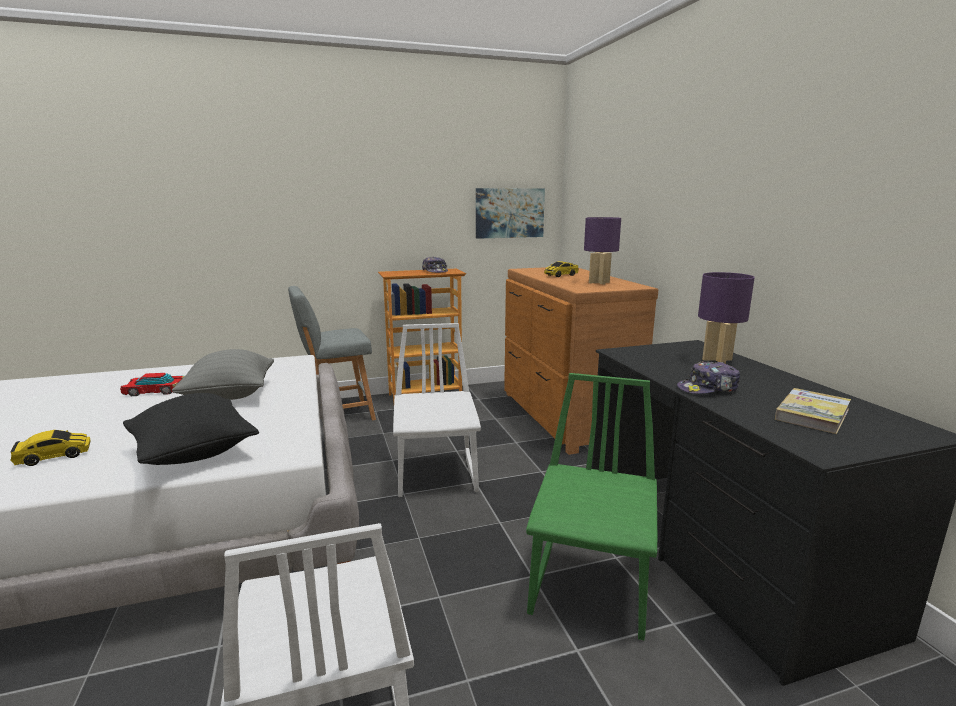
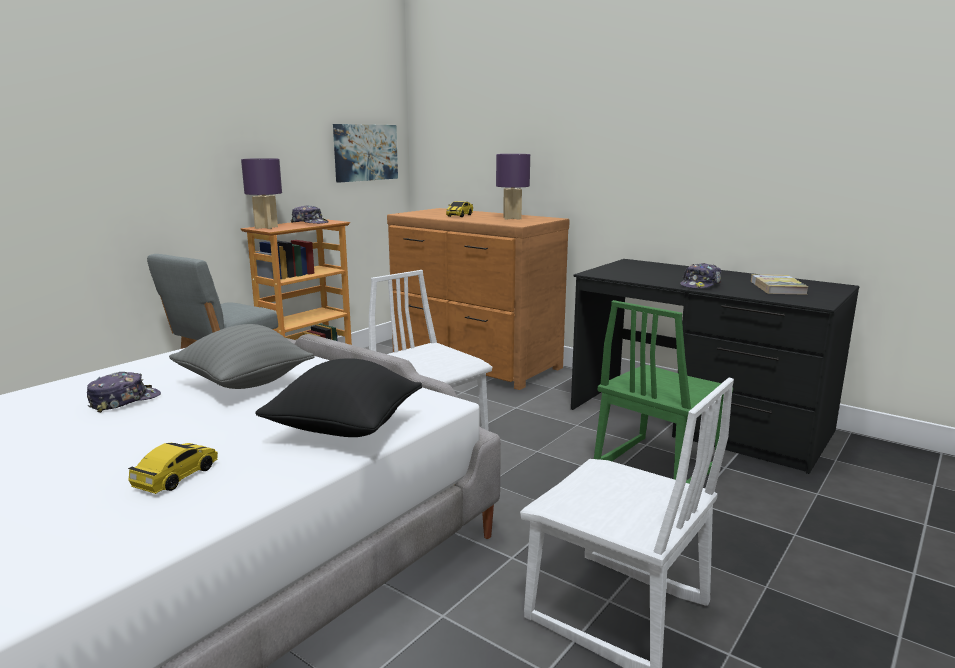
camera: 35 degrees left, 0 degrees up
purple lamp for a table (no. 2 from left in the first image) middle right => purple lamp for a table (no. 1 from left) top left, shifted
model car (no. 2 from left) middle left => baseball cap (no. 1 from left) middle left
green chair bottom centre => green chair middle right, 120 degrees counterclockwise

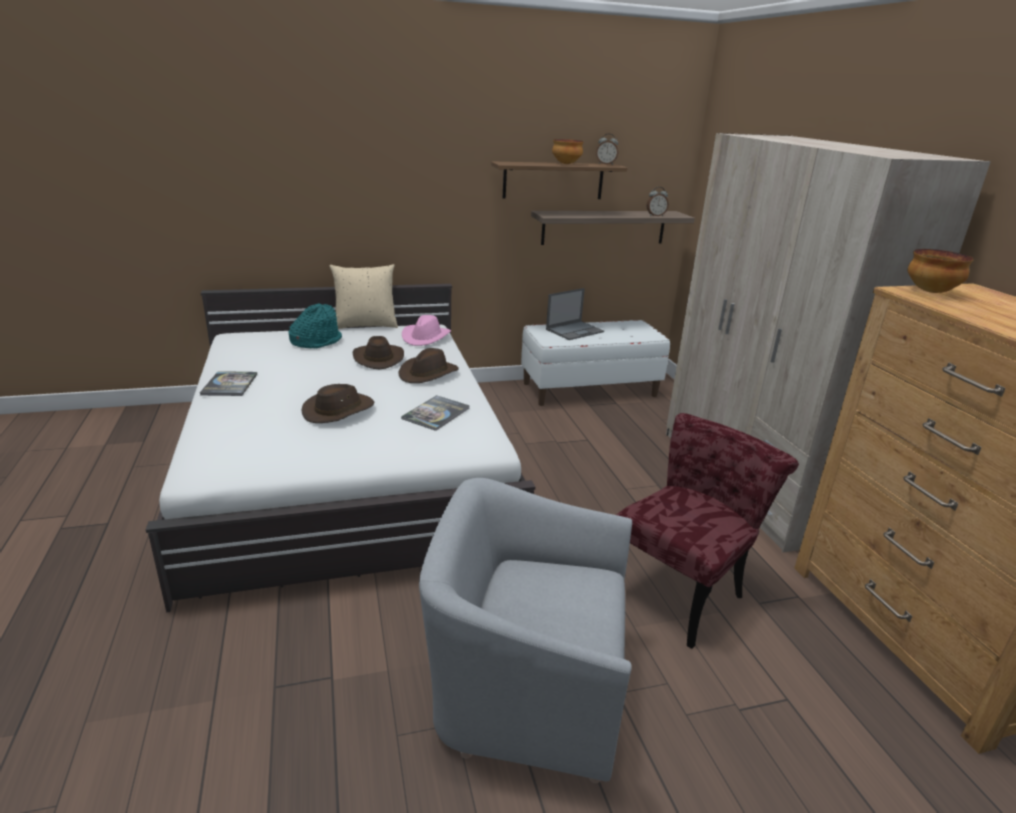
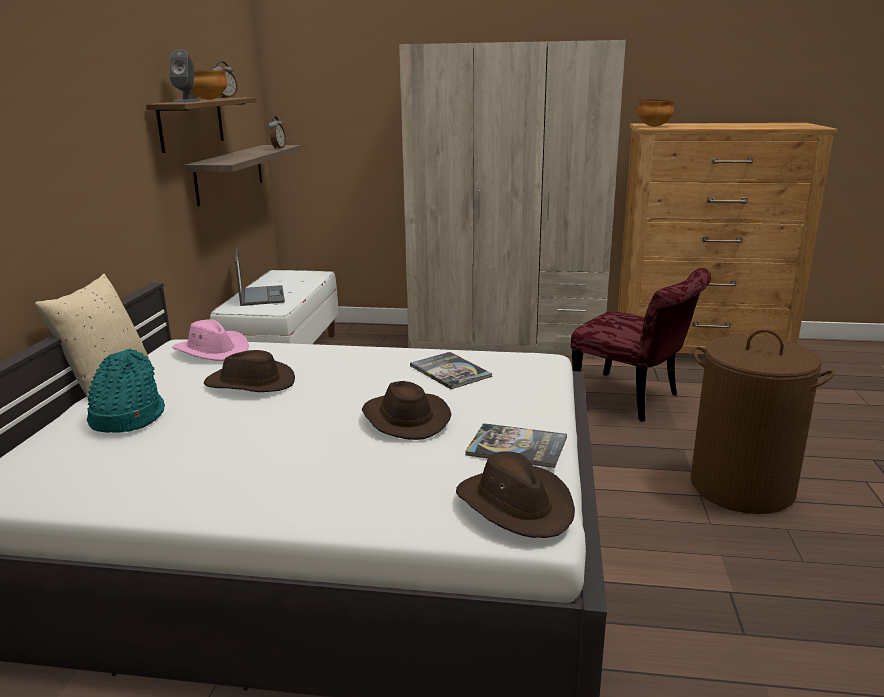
camera: 65 degrees left, 5 degrees down
brownish clothing hat (no. 3 from left) centre => brownish clothing hat (no. 3 from left) bottom centre, shifted
book (no. 1 from left in the first image) middle left => book (no. 2 from left) centre, shifted
red chair middle right, 150 degrees clockwise
greyish lounge chair bottom centre => brownish washing basket middle right
nothing => greyish loudspeaker top left

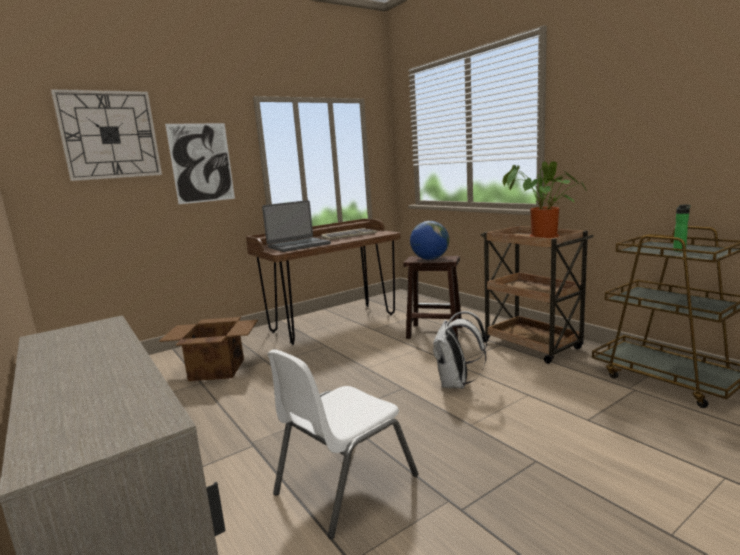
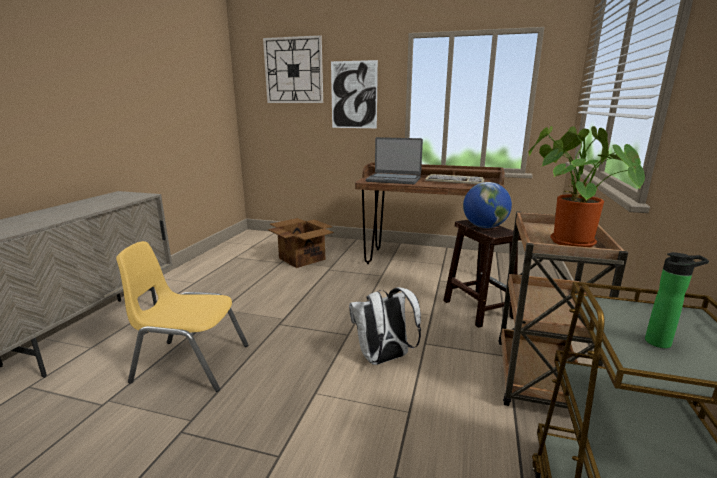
camera: 50 degrees right, 5 degrees up
white-coloured chair bottom centre => yellow-coloured chair middle left

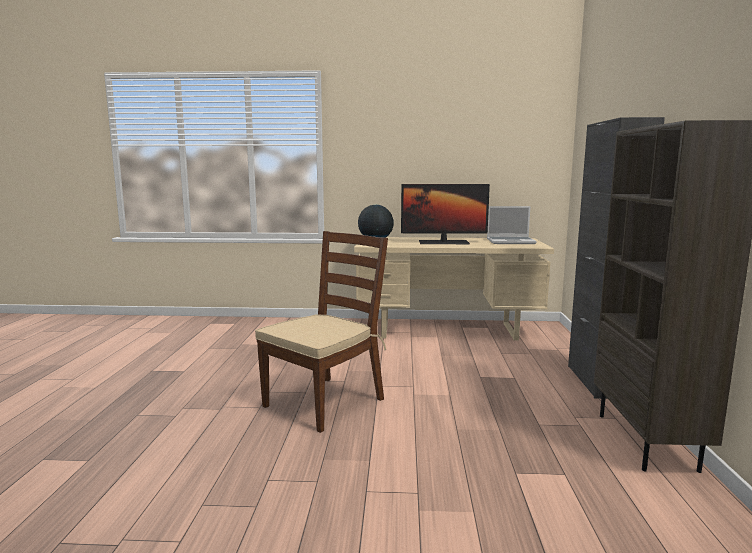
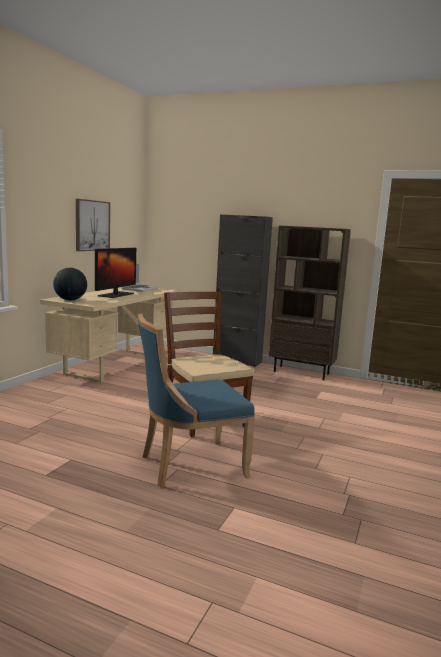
camera: 70 degrees left, 0 degrees up
nothing => wall art middle left
nothing => bluish chair centre

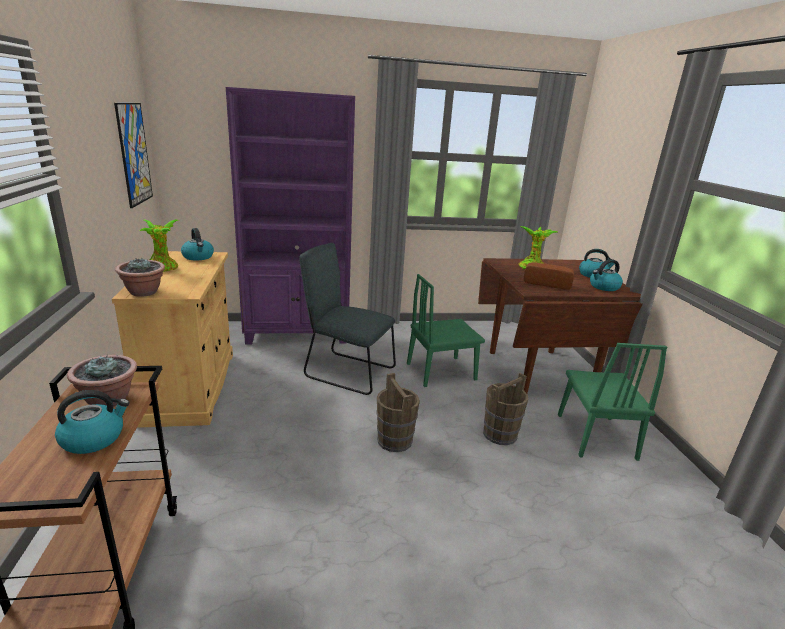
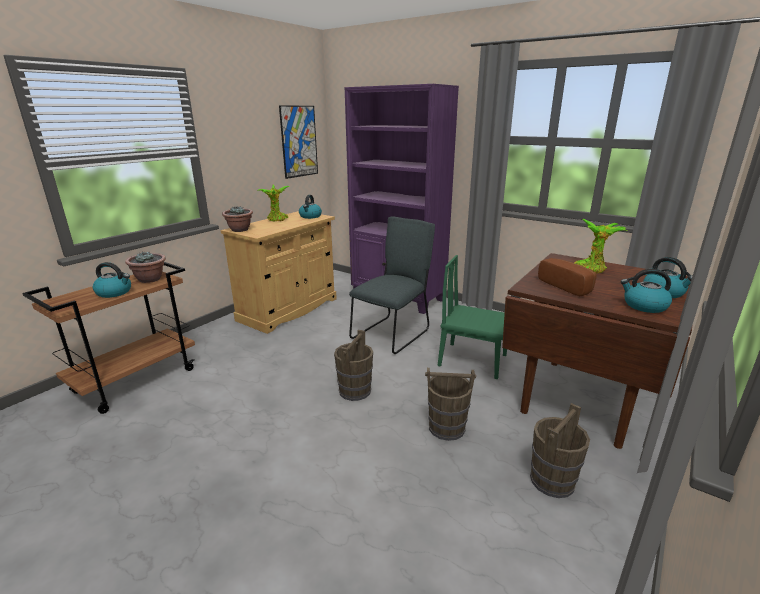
camera: 45 degrees right, 0 degrees up
greyish chair centre, 60 degrees clockwise
green chair (no. 2 from left) middle right => brownish bucket (no. 3 from left) bottom right

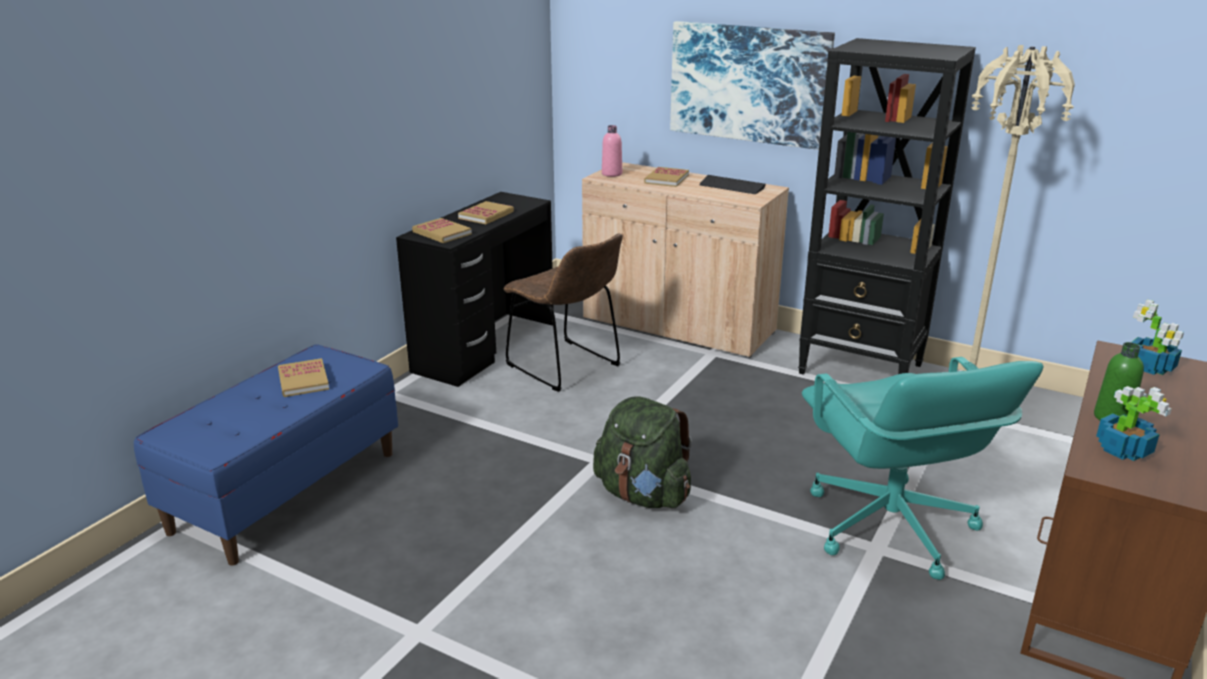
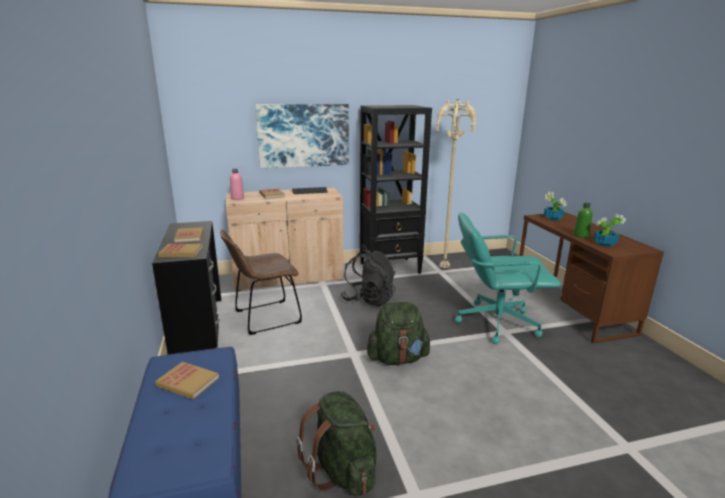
camera: 45 degrees left, 5 degrees down
brownish chair centre, 150 degrees clockwise
turquoise-coloured office chair bottom right => turquoise-coloured office chair middle right, 150 degrees clockwise
nothing => blackish backpack centre
nothing => green backpack (no. 1 from left) bottom centre

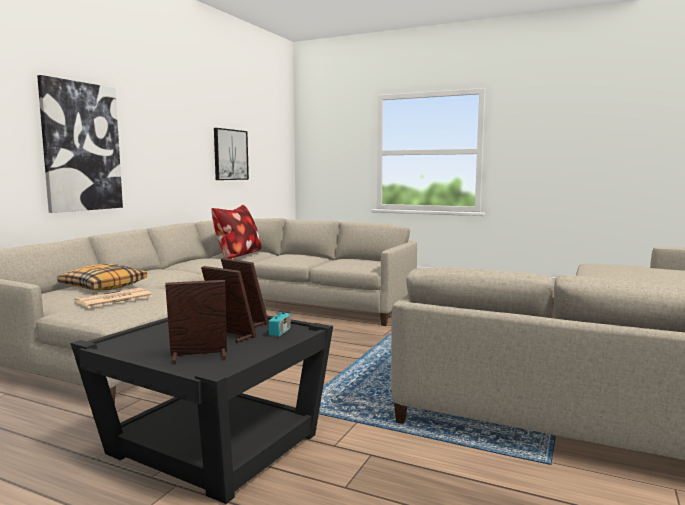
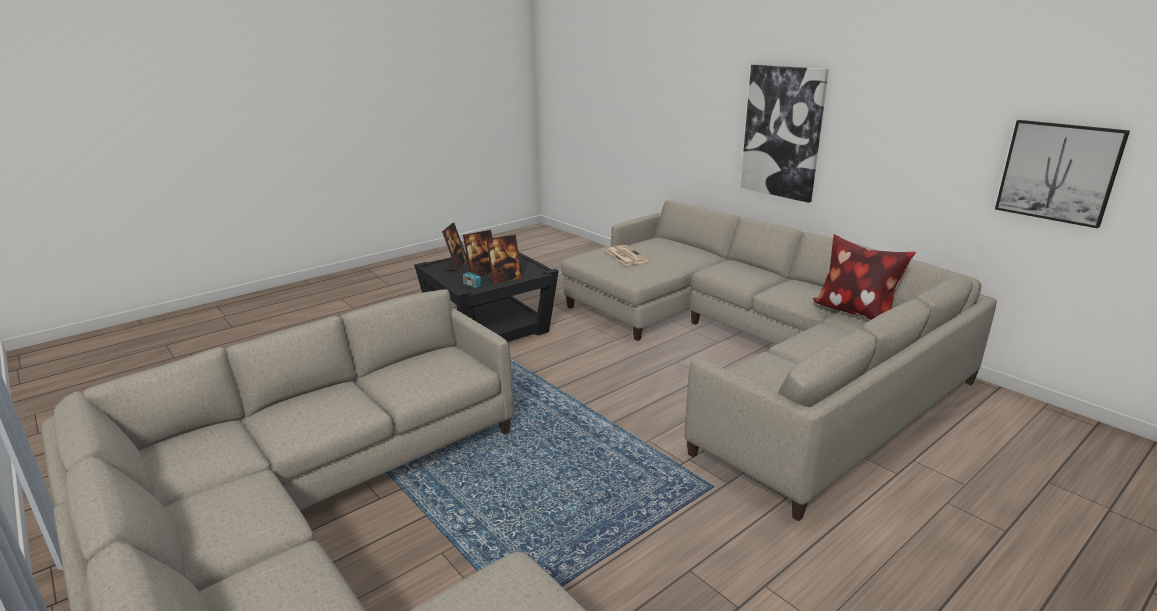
camera: 115 degrees right, 15 degrees up
pillow (no. 1 from left) middle left => nothing

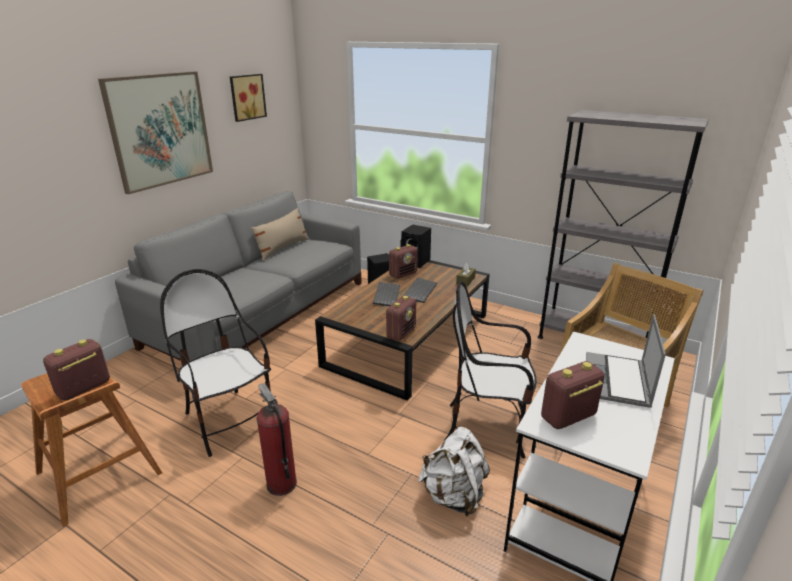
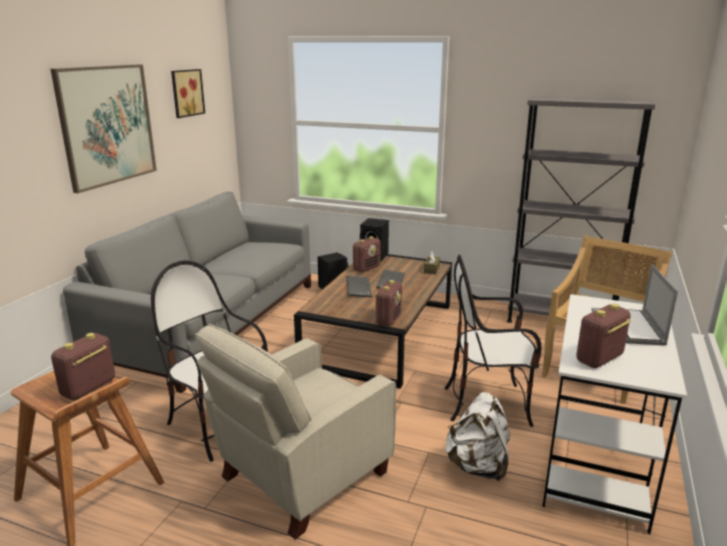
camera: 10 degrees left, 5 degrees down
beige-coloured pillow centre => nothing
fire extinguisher bottom centre => beige-coloured lounge chair bottom centre

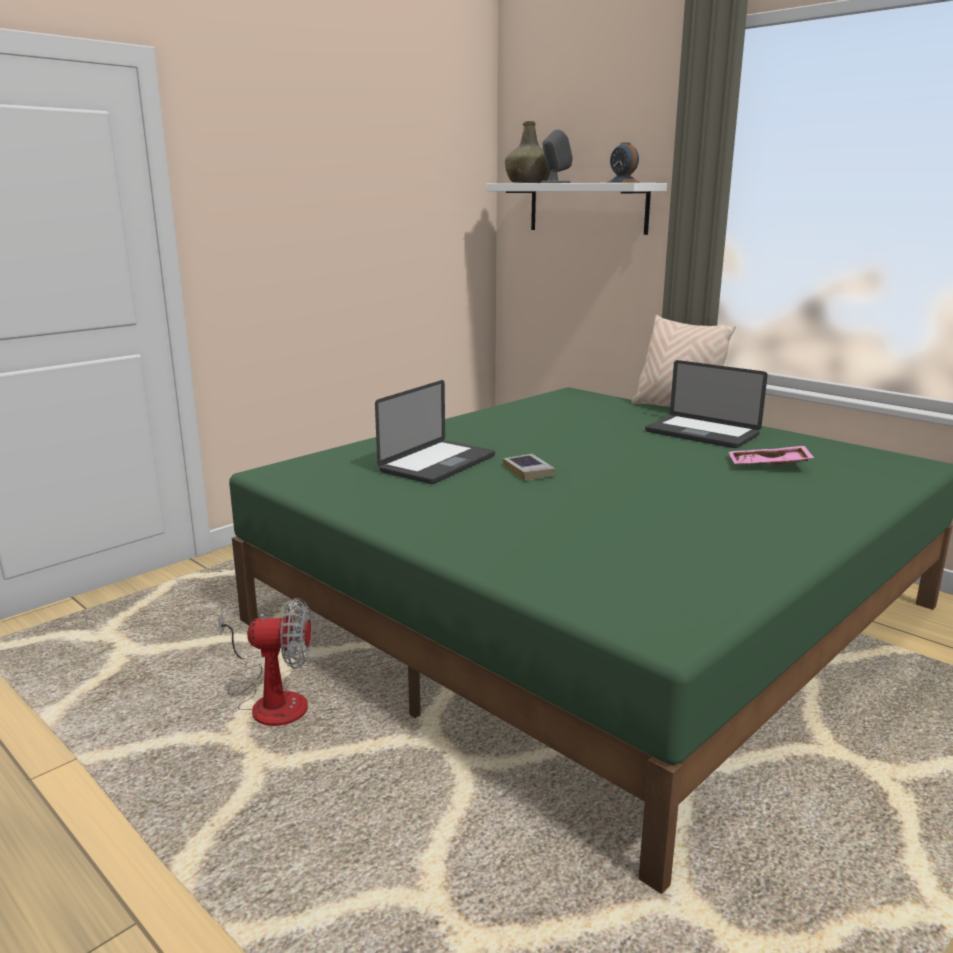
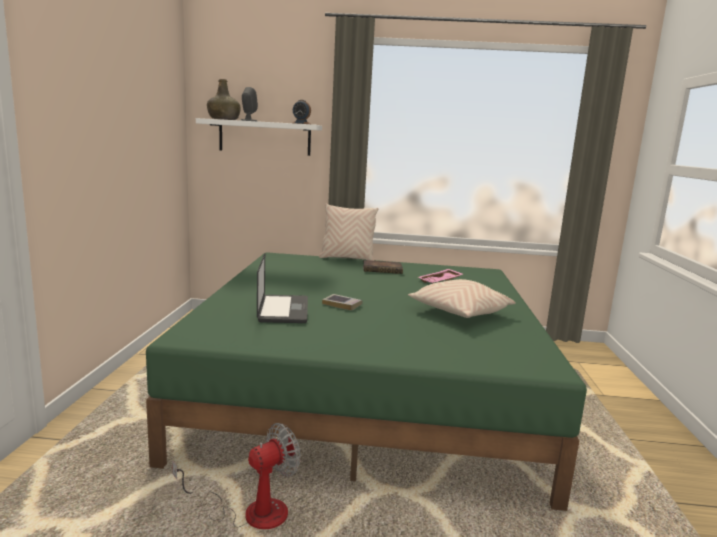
camera: 40 degrees left, 5 degrees down
portable computer (no. 2 from left) middle right => book (no. 2 from left) centre
nothing => beige-coloured pillow (no. 2 from left) centre

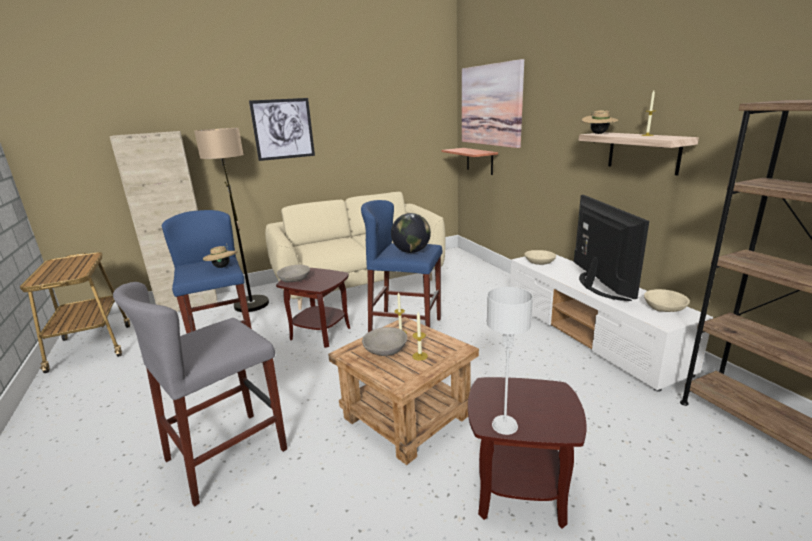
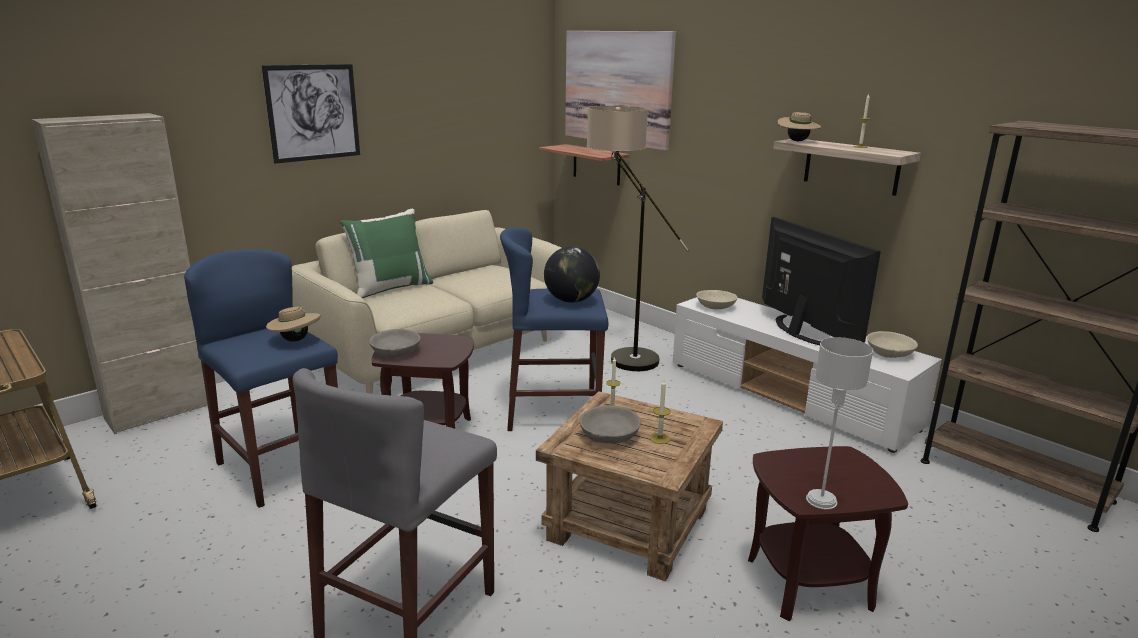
camera: 20 degrees left, 0 degrees up
standing lamp middle left => standing lamp centre, shifted
nothing => green pillow centre

